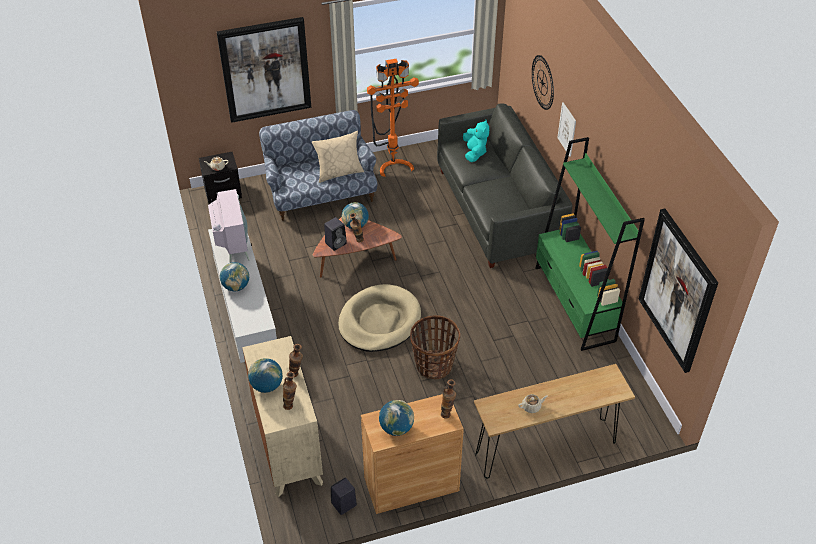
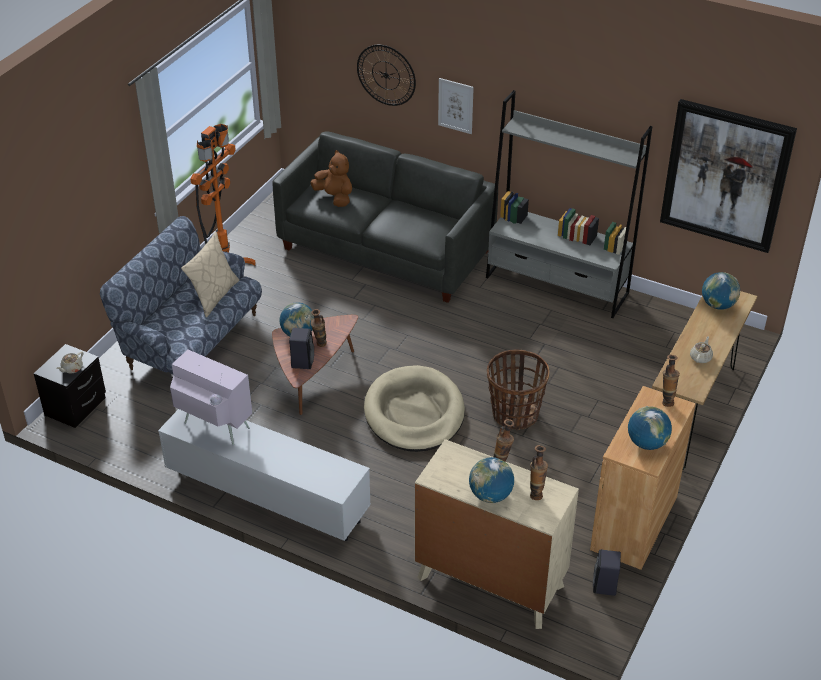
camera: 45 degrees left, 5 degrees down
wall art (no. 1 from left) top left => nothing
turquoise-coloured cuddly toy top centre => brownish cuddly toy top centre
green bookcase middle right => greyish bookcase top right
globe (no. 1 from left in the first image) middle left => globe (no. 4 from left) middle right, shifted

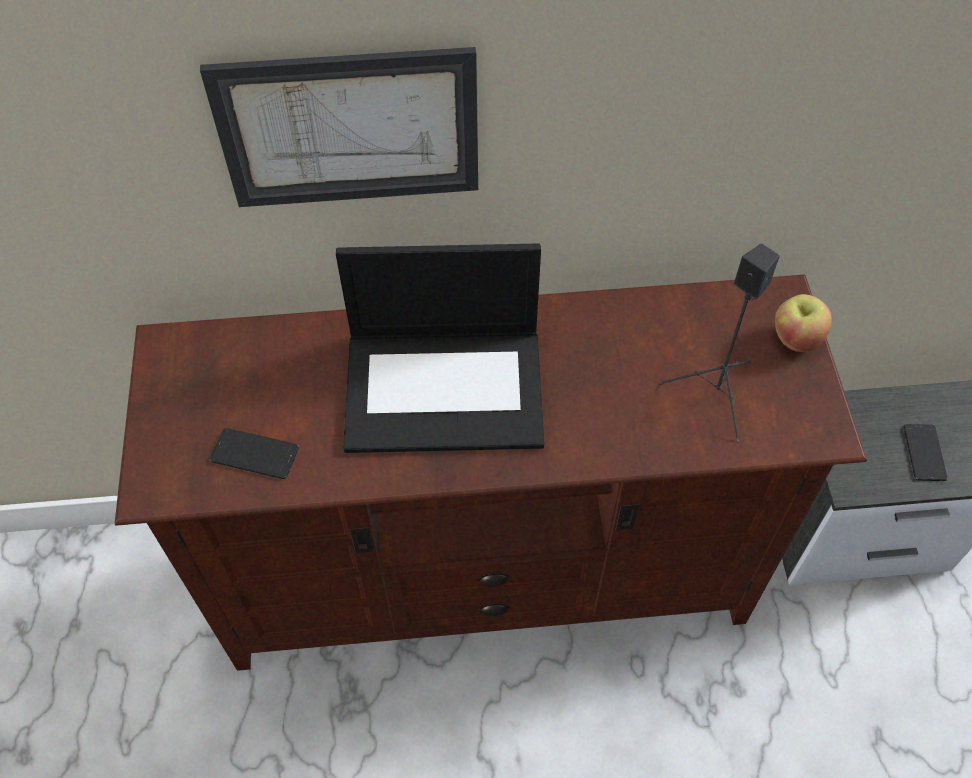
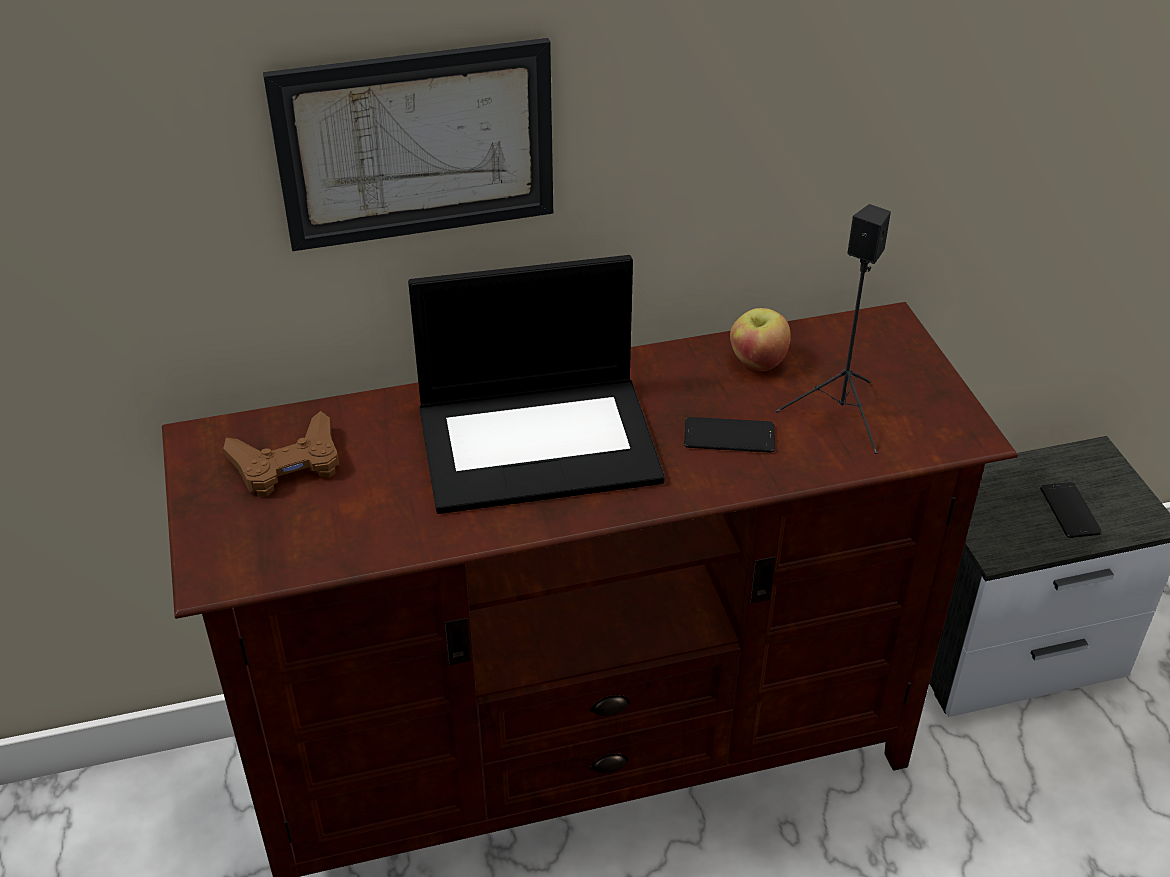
camera: 10 degrees left, 15 degrees down
apple middle right => apple centre, shifted
telephone (no. 1 from left) middle left => telephone (no. 1 from left) centre, shifted
nothing => brownish joypad middle left

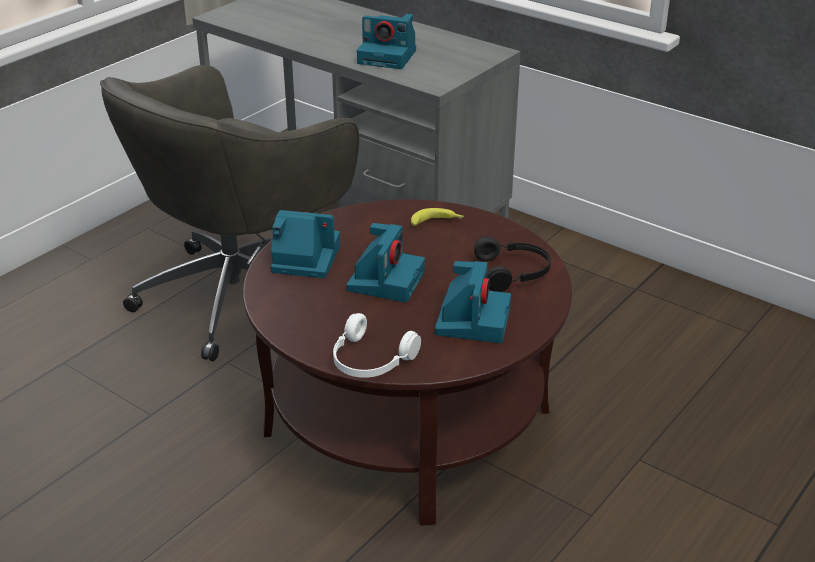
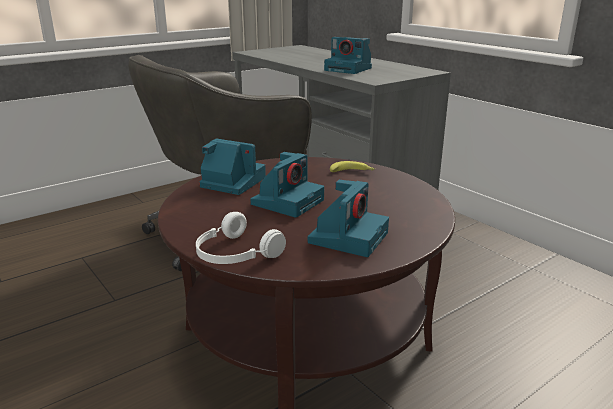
camera: 15 degrees right, 10 degrees down
blackish pair of headphones centre => nothing

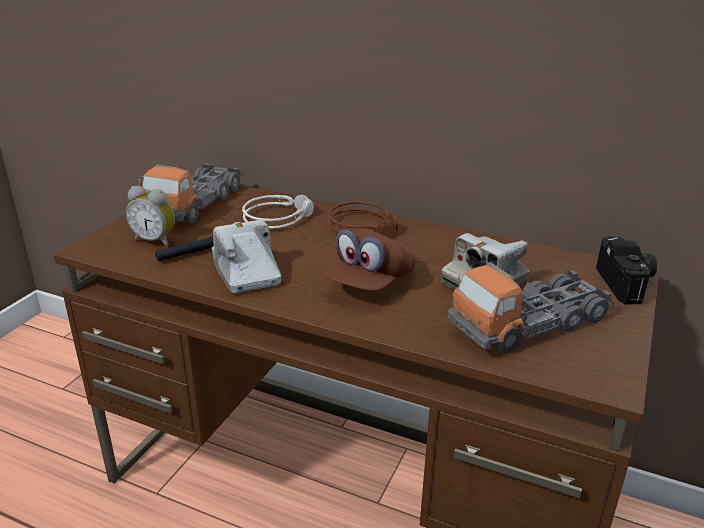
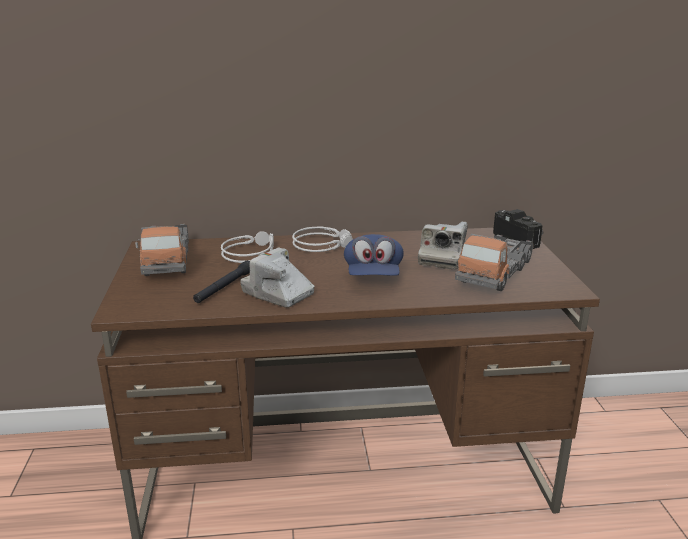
camera: 30 degrees left, 5 degrees down
alarm clock middle left => nothing
brownish pair of headphones centre => greyish pair of headphones (no. 2 from left) centre
brownish baseball cap centre => bluish baseball cap centre

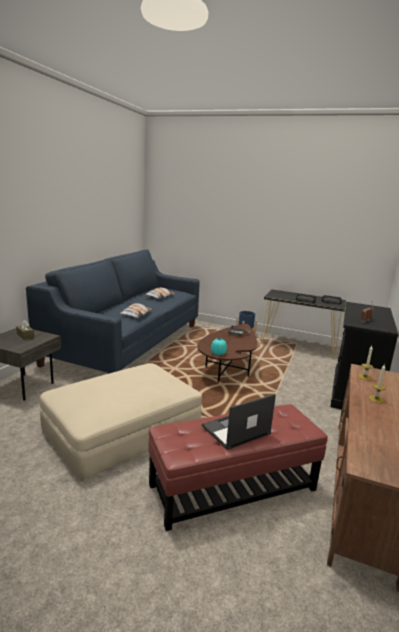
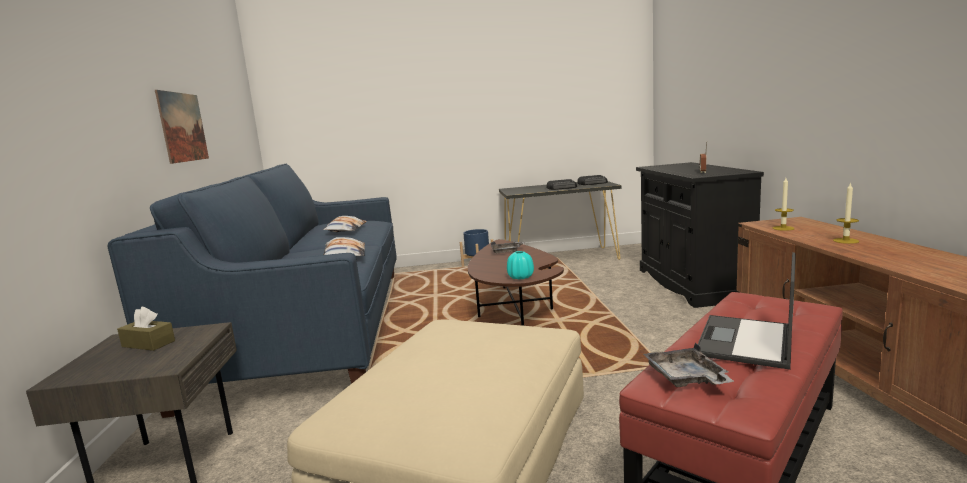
camera: 25 degrees left, 5 degrees down
nothing => wall art top left
nothing => greyish tray (no. 2 from left) bottom right

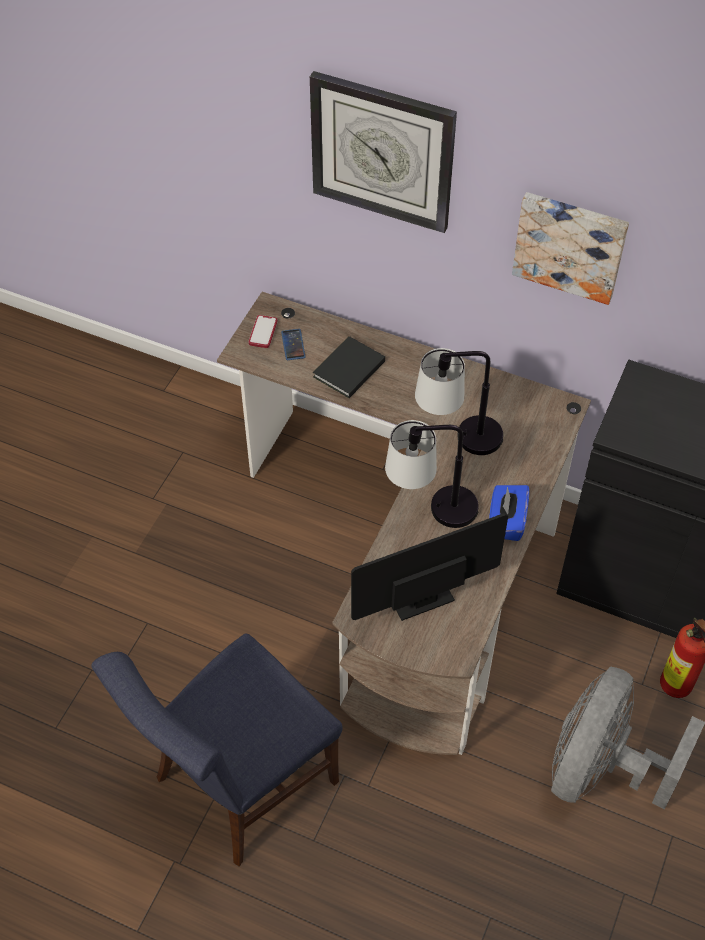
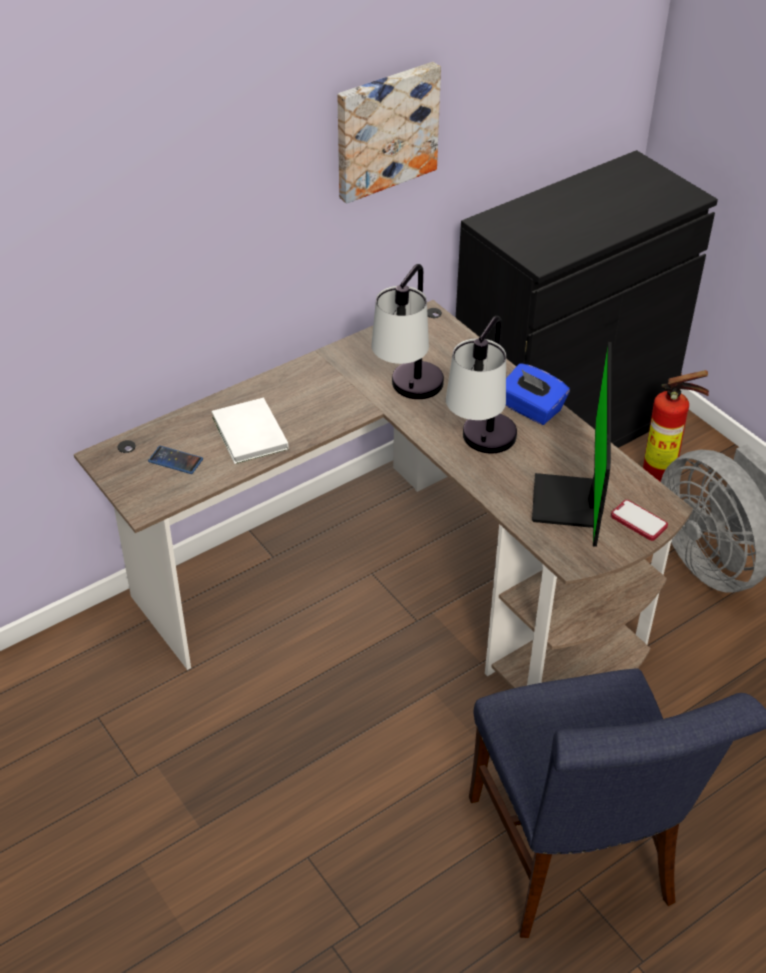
camera: 60 degrees left, 10 degrees down
wall clock top centre => nothing
telephone (no. 1 from left in the first image) centre => telephone (no. 2 from left) middle right, shifted
blackish book centre => white-coloured book middle left

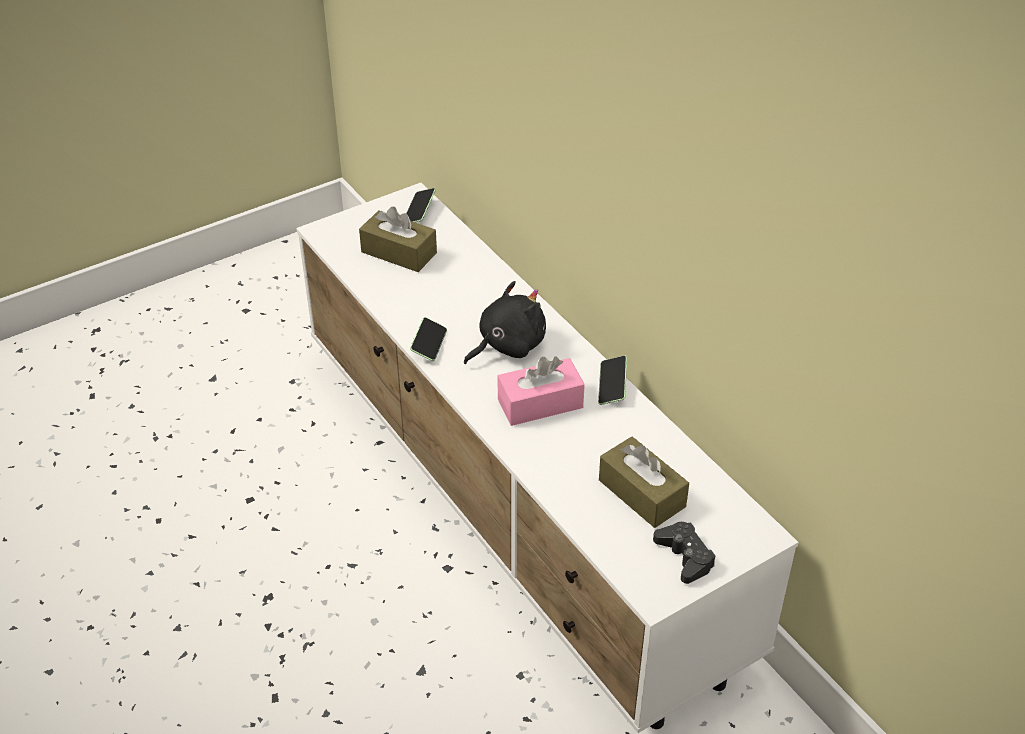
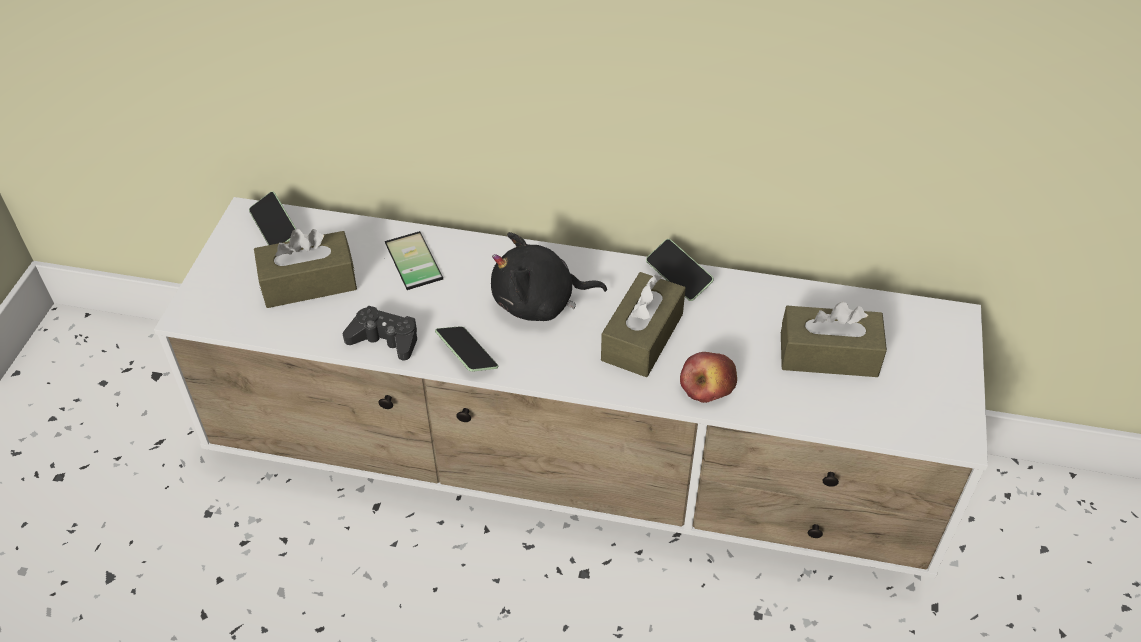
camera: 45 degrees left, 5 degrees up
blackish cuddly toy centre, 105 degrees counterclockwise
pinkish tissue box centre => brownish tissue box (no. 2 from left) centre
blackish joypad bottom right => blackish joypad middle left, shifted
nothing => telephone (no. 2 from left) centre
nothing => apple centre

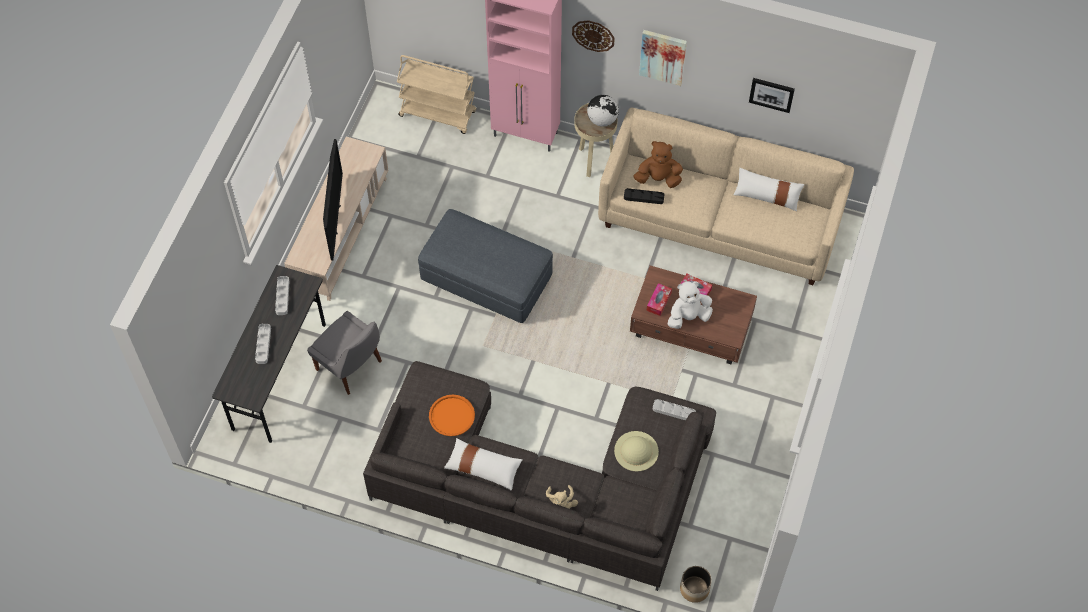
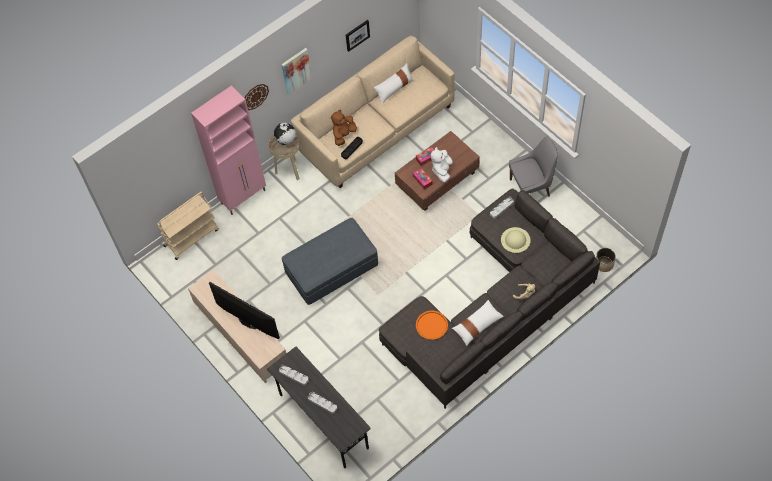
camera: 55 degrees left, 0 degrees up
greyish chair middle left => greyish chair middle right, shifted

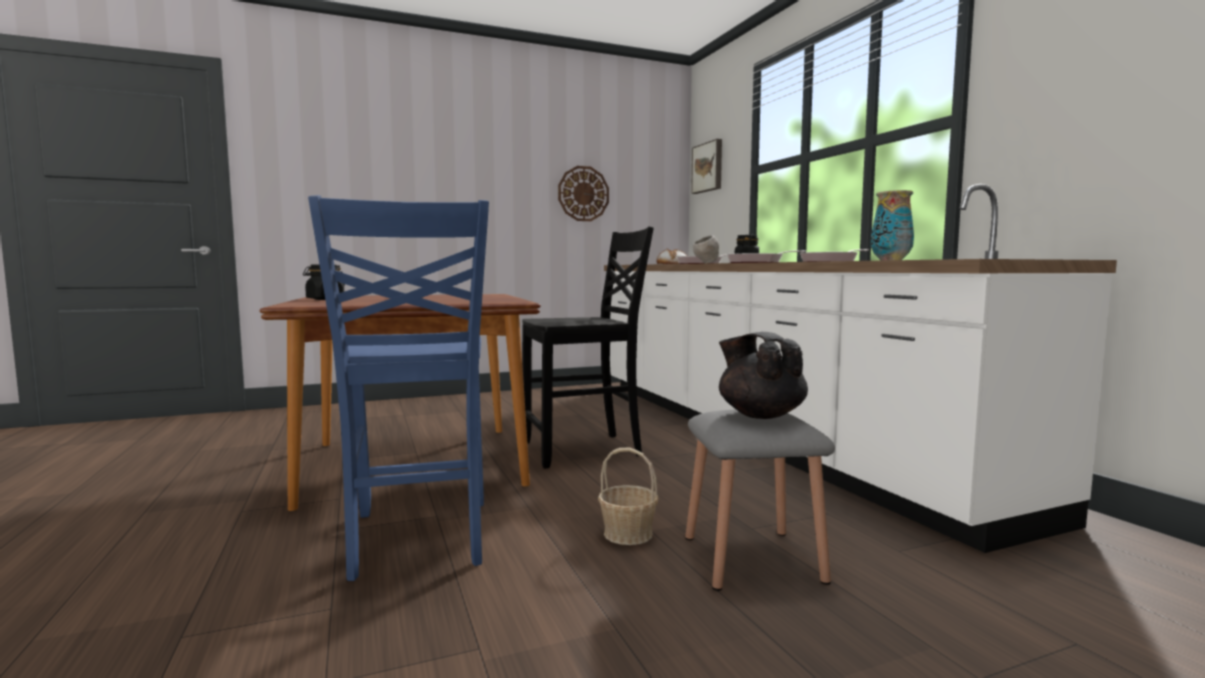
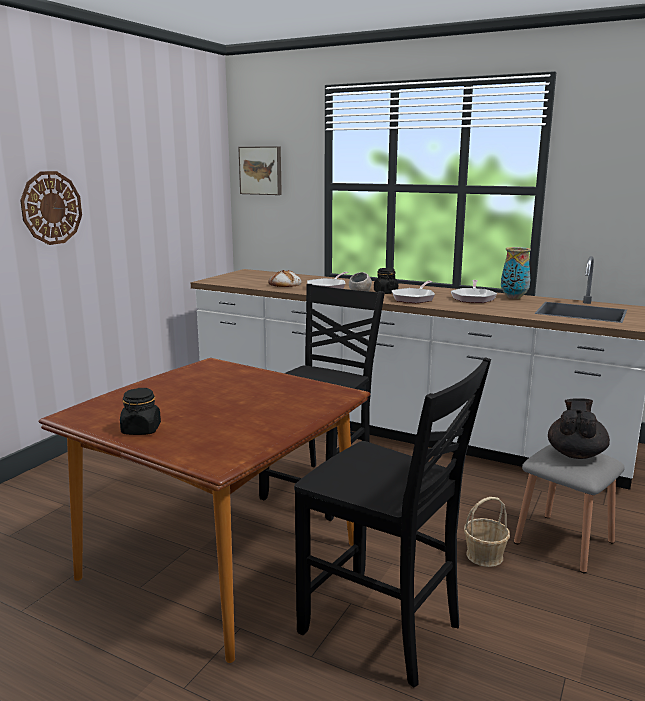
camera: 40 degrees left, 10 degrees up
wall clock top centre => wall clock top left, shifted
bluish chair middle left => blackish chair (no. 2 from left) bottom centre
blackish pot for tea centre => blackish pot for tea middle right, 90 degrees clockwise

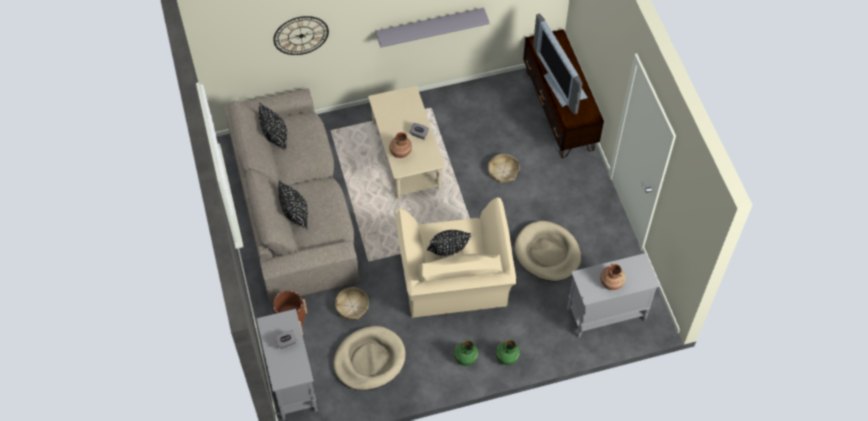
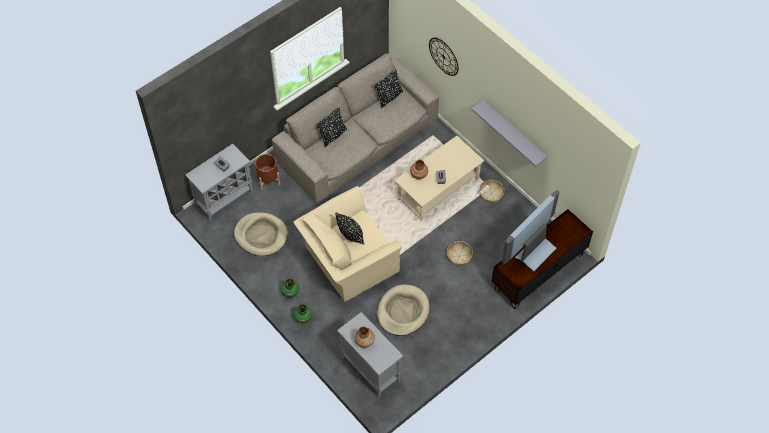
camera: 65 degrees right, 0 degrees up
storage basket (no. 1 from left in the first image) bottom centre => storage basket (no. 2 from left) centre, shifted

